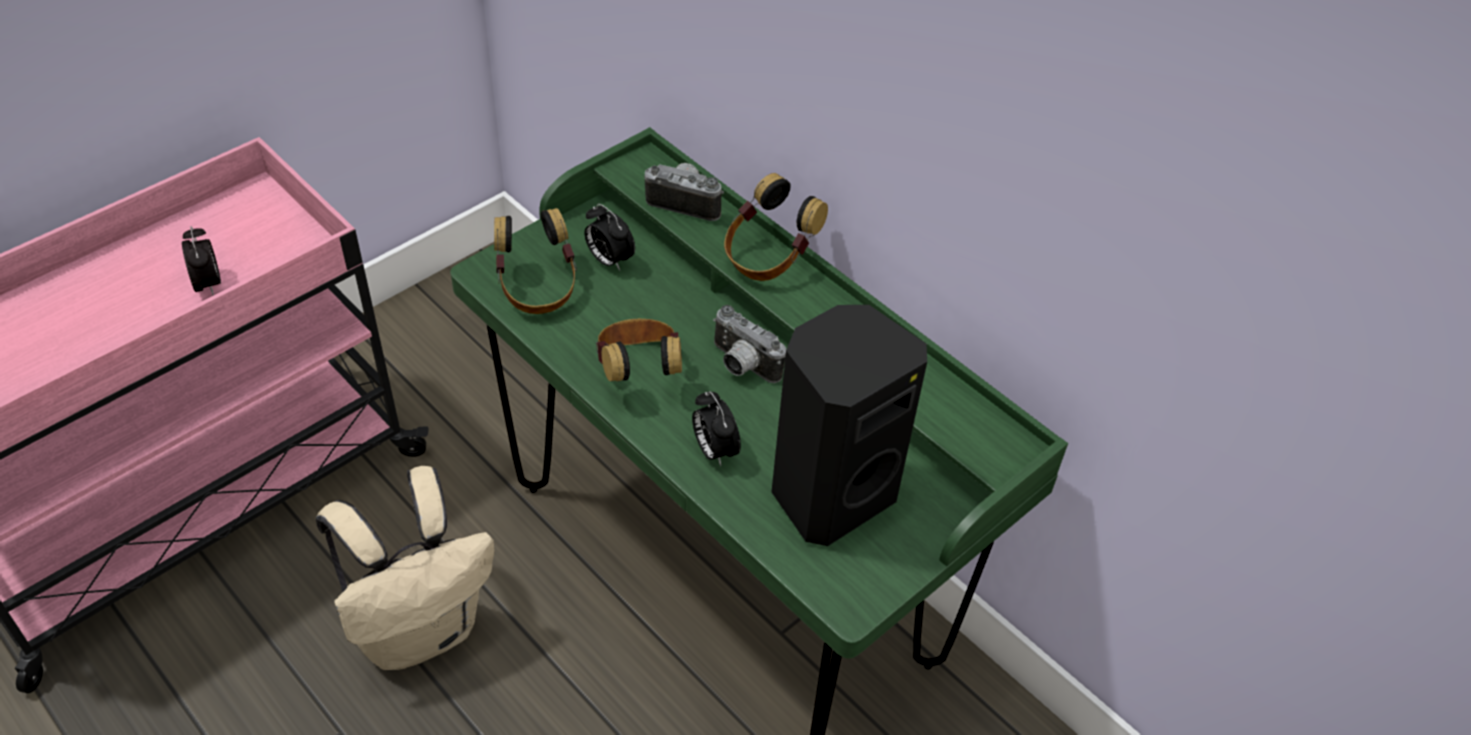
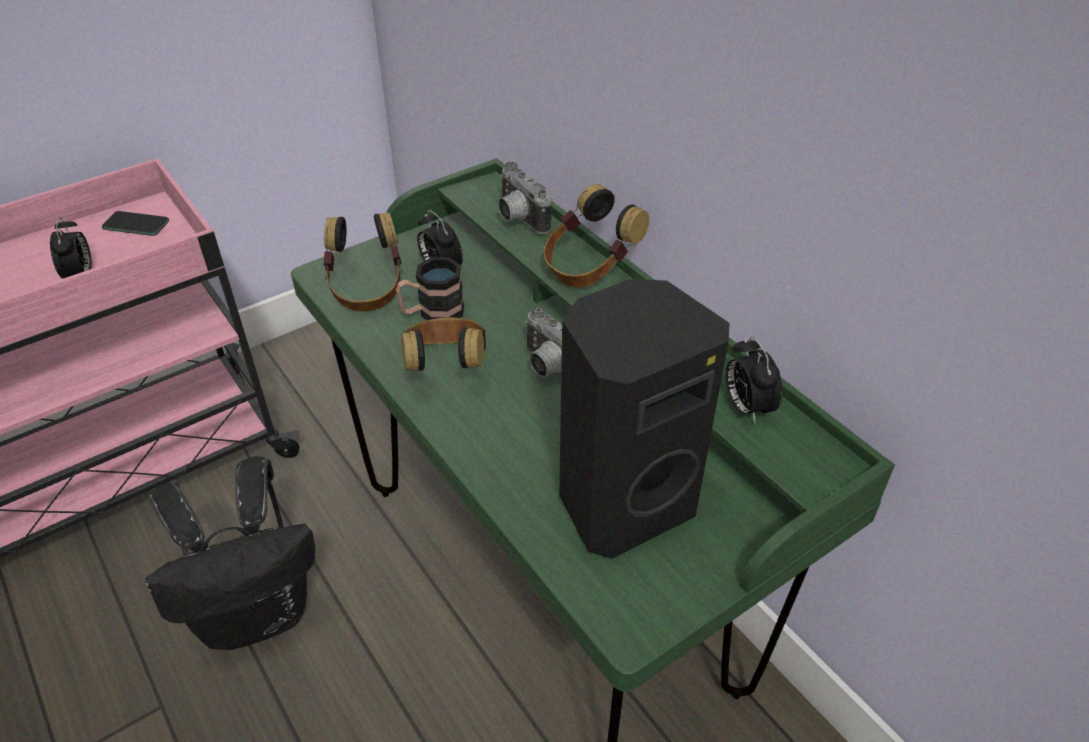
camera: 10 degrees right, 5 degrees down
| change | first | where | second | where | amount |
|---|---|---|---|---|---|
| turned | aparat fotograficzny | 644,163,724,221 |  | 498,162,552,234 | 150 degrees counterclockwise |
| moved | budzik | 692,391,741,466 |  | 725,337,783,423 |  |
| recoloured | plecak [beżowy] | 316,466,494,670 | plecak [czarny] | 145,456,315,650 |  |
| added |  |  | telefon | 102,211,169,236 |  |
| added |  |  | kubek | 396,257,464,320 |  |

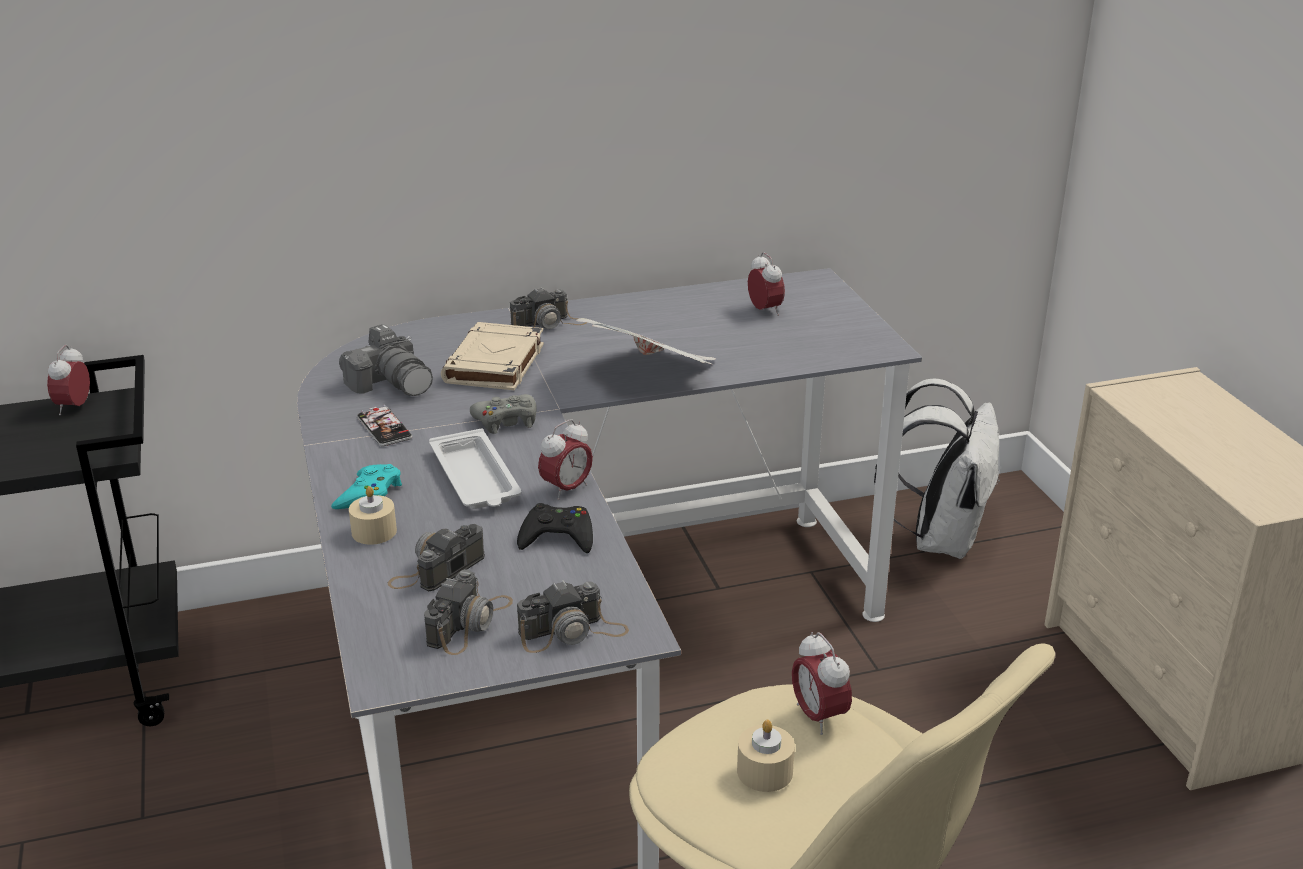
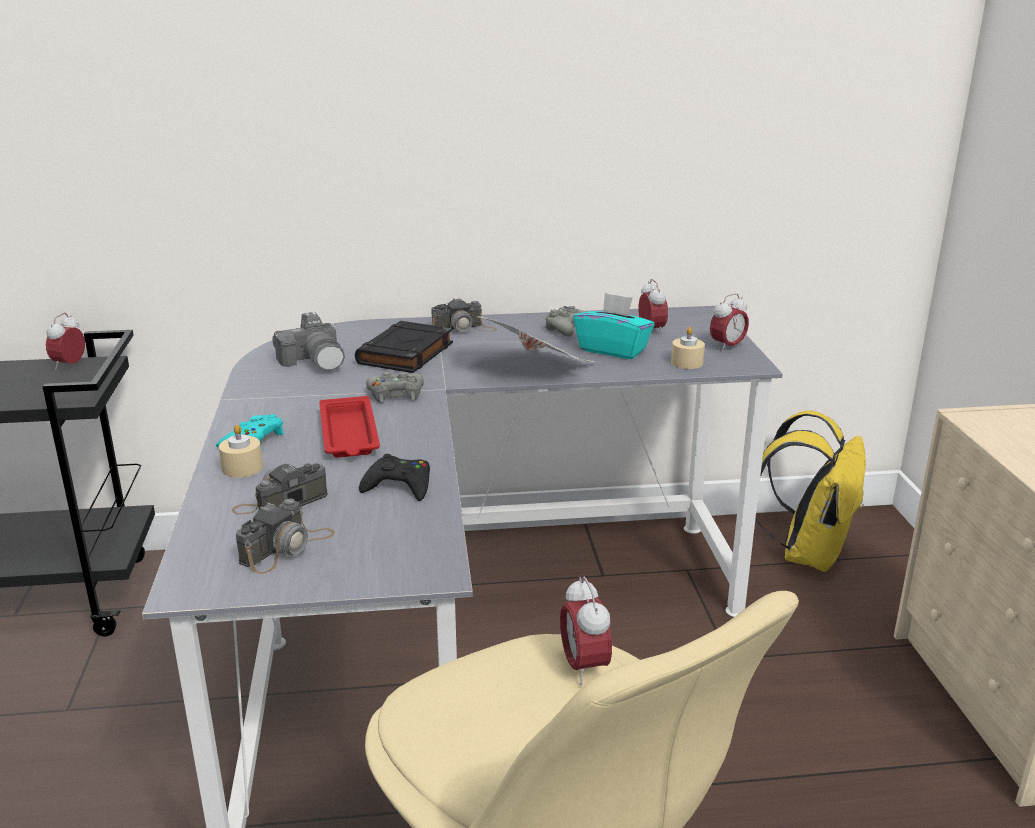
camera: 10 degrees right, 5 degrees down
| change | first | where | second | where | amount |
|---|---|---|---|---|---|
| recoloured | książka [beżowy] | 441,322,544,390 | książka [czarny] | 355,321,453,373 |  |
| recoloured | plecak [biały] | 874,379,1000,559 | plecak [żółty] | 755,411,866,572 |  |
| removed | telefon | 357,405,412,446 |  |  |  |
| moved | budzik | 538,419,593,500 |  | 710,293,749,352 |  |
| recoloured | taca [biały] | 429,428,522,509 | taca [czerwony] | 319,396,380,458 |  |
| removed | aparat fotograficzny | 517,580,629,653 |  |  |  |
| moved | świeca [beżowy] | 737,720,795,792 |  | 671,327,705,369 |  |
| added |  |  | pudełko chusteczek [turkusowy] | 573,293,655,359 |  |
| added |  |  | pad do gier [szary] | 545,306,586,337 |  |

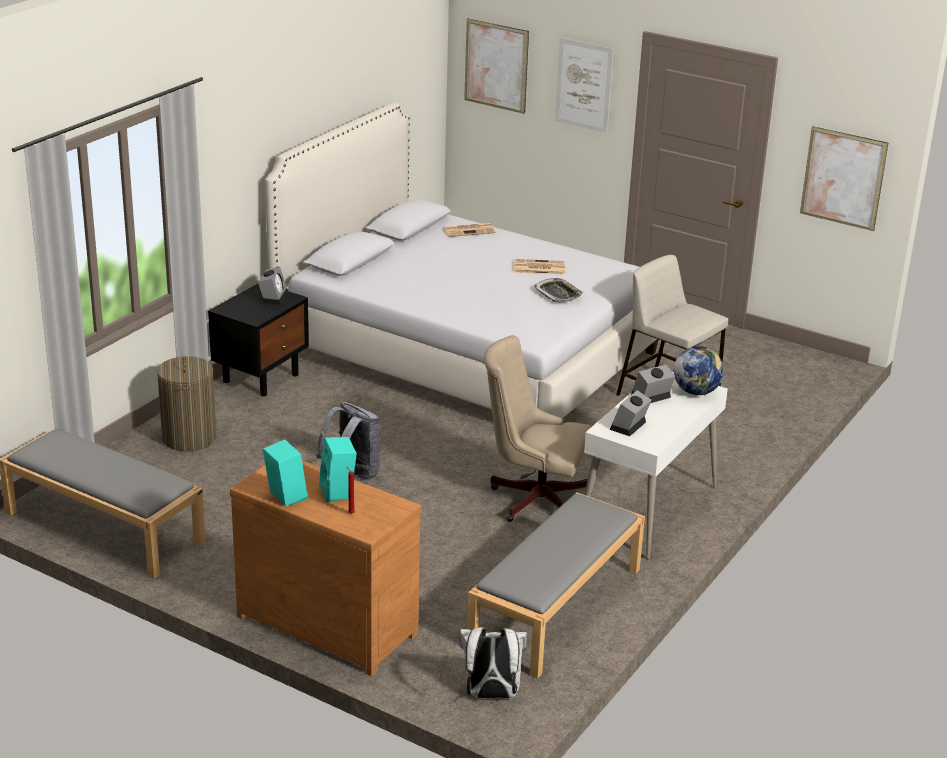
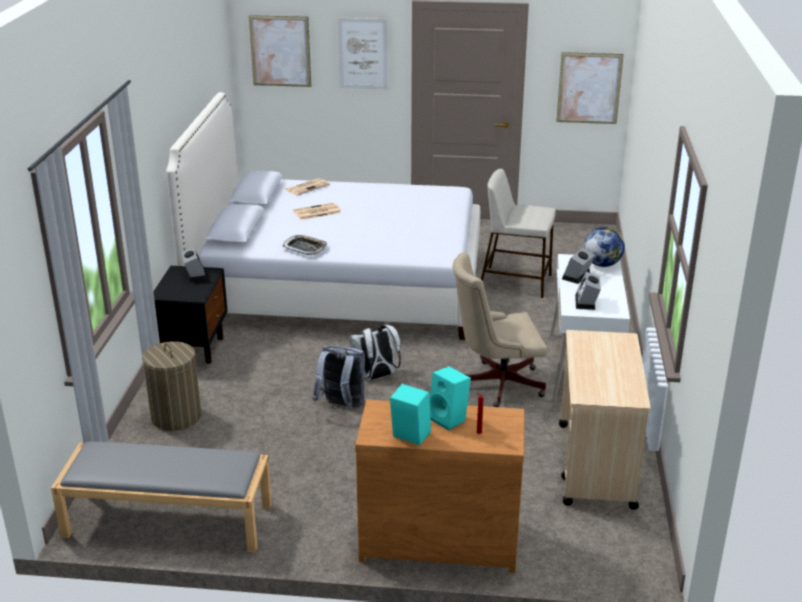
camera: 25 degrees left, 0 degrees up
| change | first | where | second | where | amount |
|---|---|---|---|---|---|
| moved | gazeta | 514,259,565,275 |  | 293,203,342,220 |  |
| moved | taca | 534,278,583,303 |  | 283,235,327,255 |  |
| replaced | ławka [szary] | 467,492,645,679 | wózek [beżowy] | 559,330,651,510 |  |
| moved | plecak [biały] | 459,625,527,698 |  | 350,325,401,380 |  |

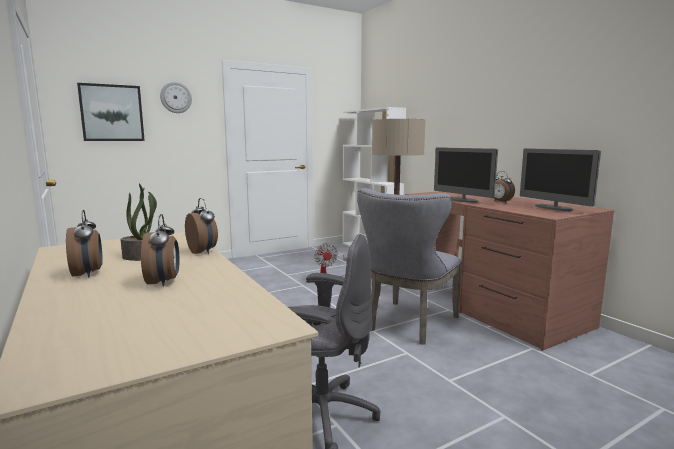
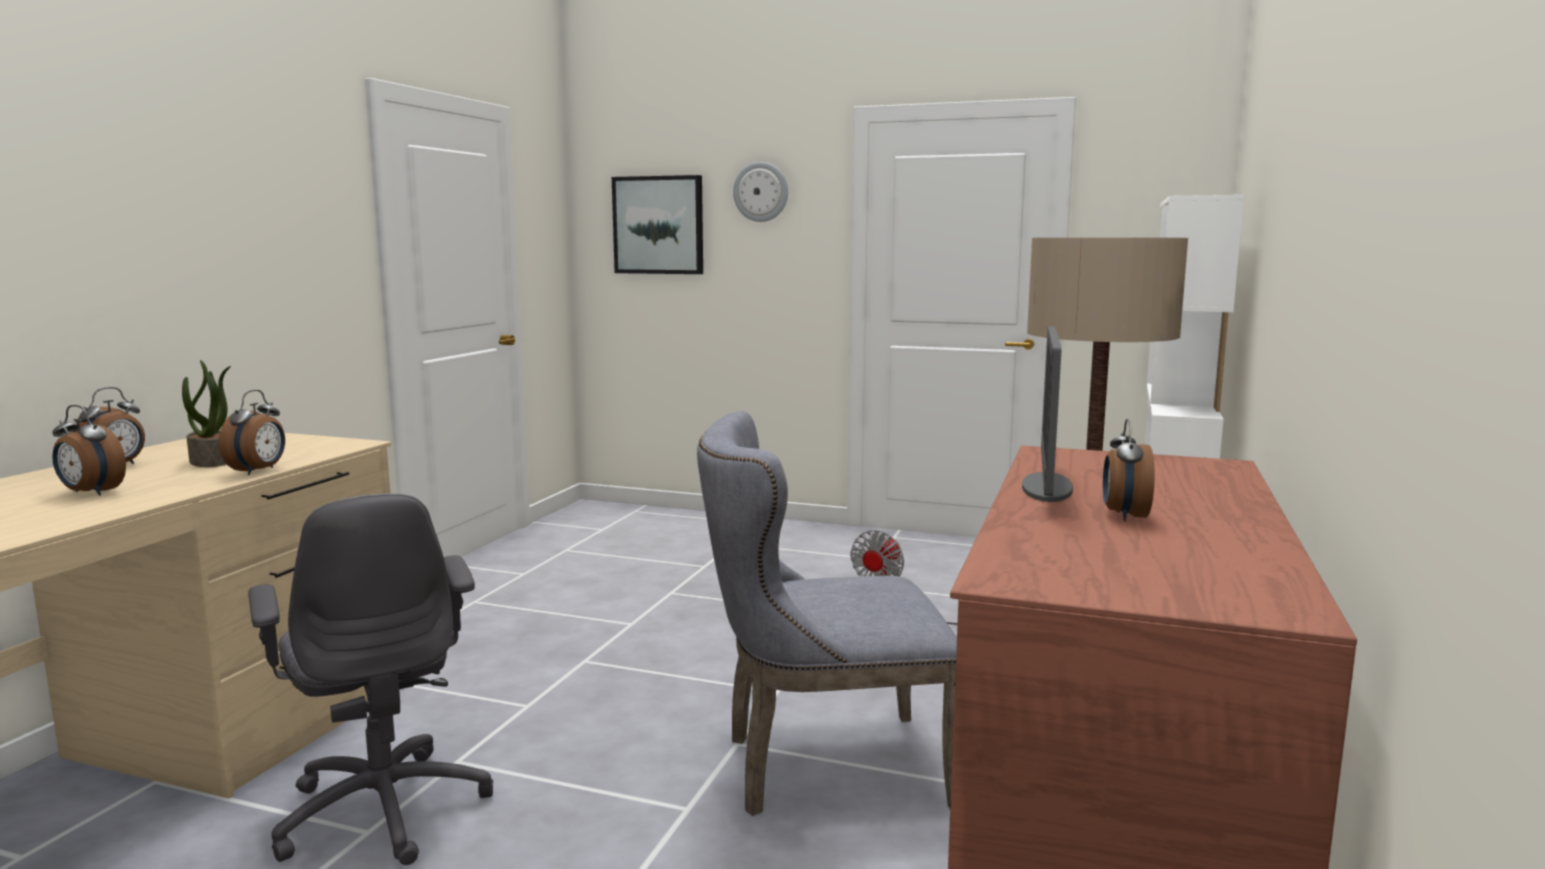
camera: 50 degrees right, 0 degrees up
| change | first | where | second | where | amount |
|---|---|---|---|---|---|
| removed | monitor | 520,148,601,211 |  |  |  |
| turned | budzik | 141,214,179,287 |  | 52,405,126,496 | 75 degrees clockwise |

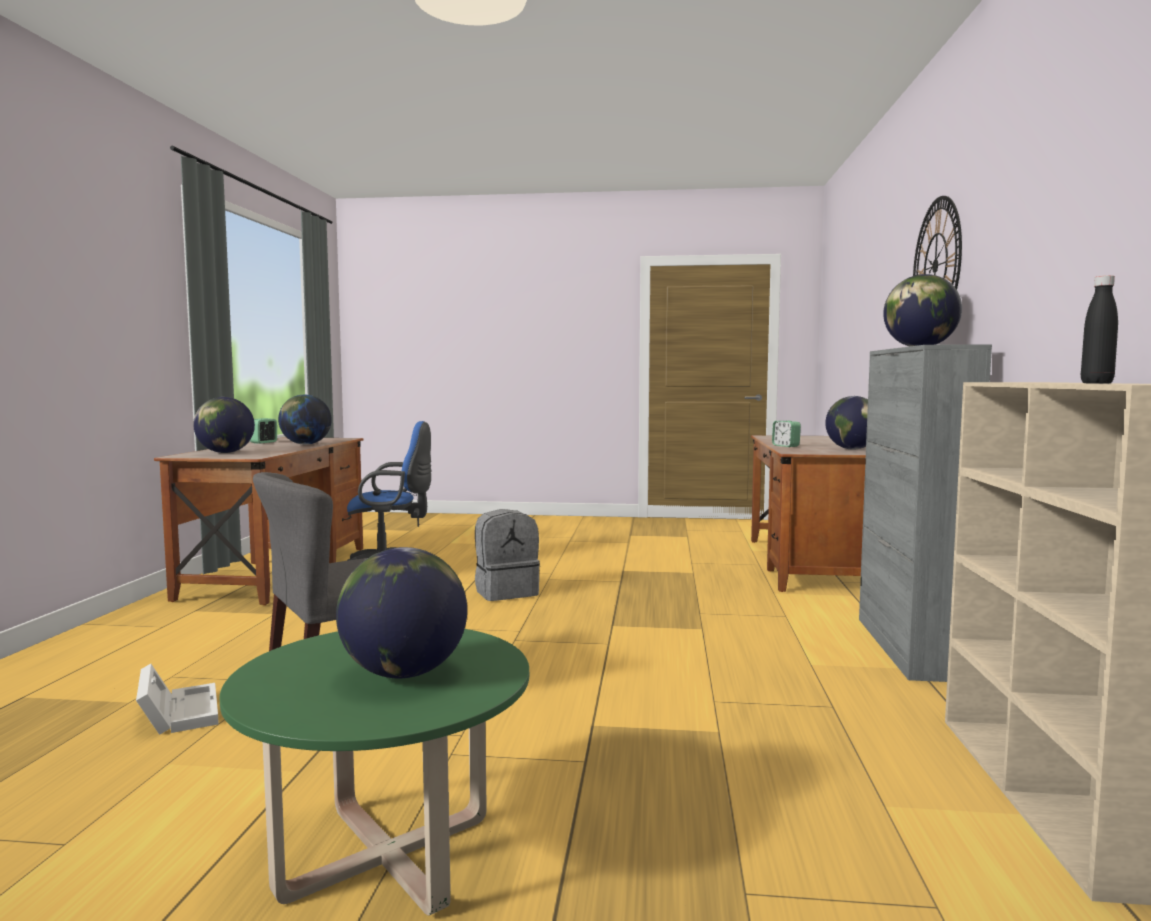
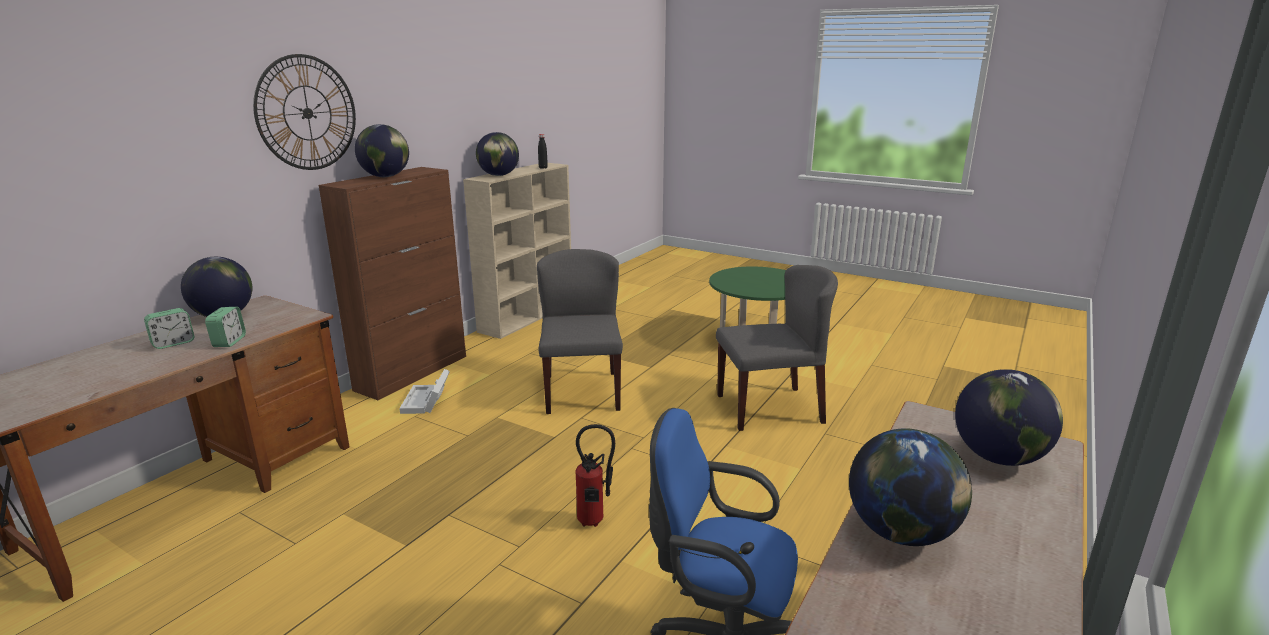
camera: 155 degrees left, 15 degrees up
| change | first | where | second | where | amount |
|---|---|---|---|---|---|
| recoloured | szafka [szary] | 859,344,992,682 | szafka [brązowy] | 319,167,466,400 |  |
| moved | budzik | 250,418,277,444 |  | 144,308,194,349 |  |
| replaced | plecak [szary] | 475,509,540,601 | gaśnica | 575,424,615,527 |  |
| moved | globus | 336,547,467,678 |  | 476,132,519,176 |  |
| moved | pojemnik do przechowywania [biały] | 136,664,219,735 |  | 399,369,450,414 |  |
| added |  |  | krzesło [szary] | 537,249,623,414 |  |

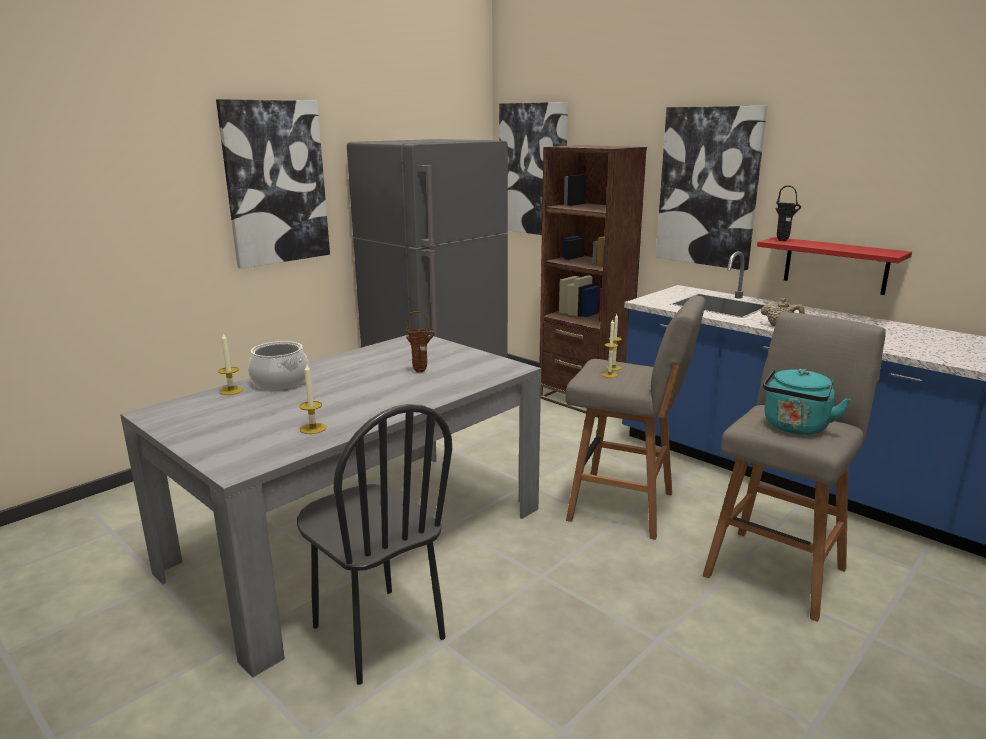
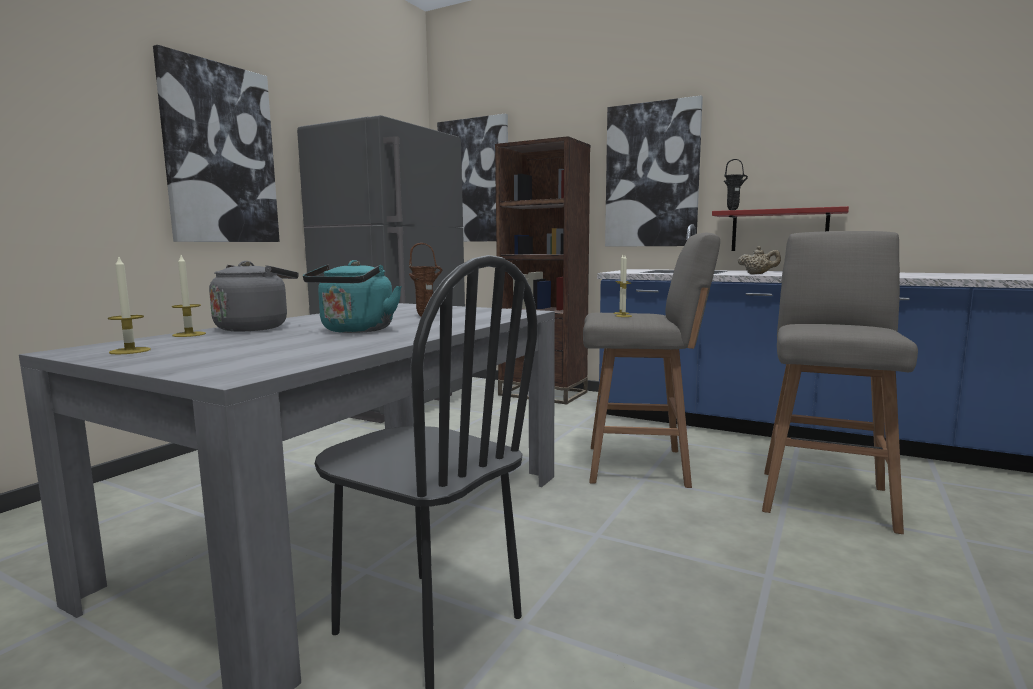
camera: 15 degrees left, 10 degrees down
| change | first | where | second | where | amount |
|---|---|---|---|---|---|
| replaced | garnek | 248,341,309,390 | czajnik [szary] | 209,261,299,331 |  |
| moved | świeca | 300,363,326,434 |  | 108,255,151,354 |  |
| moved | czajnik [turkusowy] | 763,368,851,435 |  | 303,260,402,333 |  |

